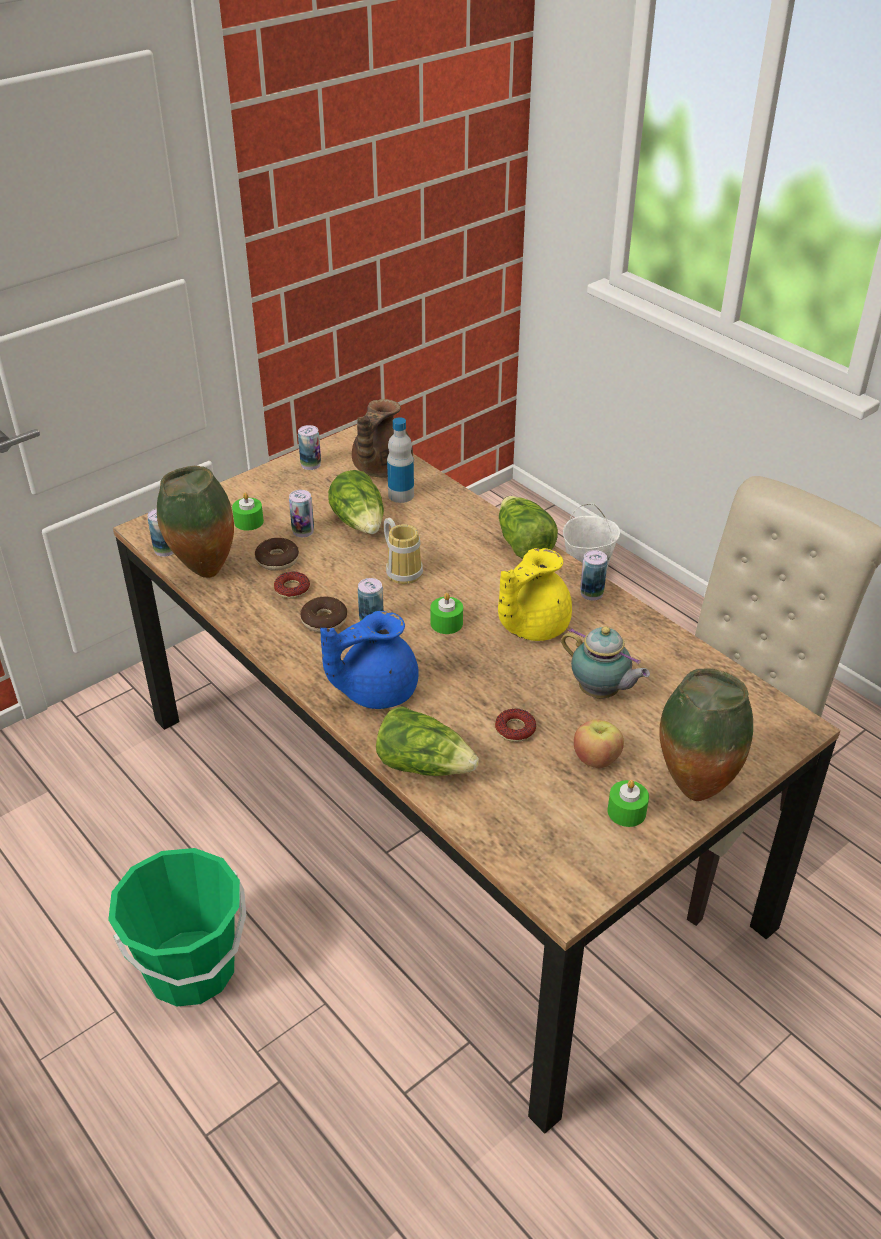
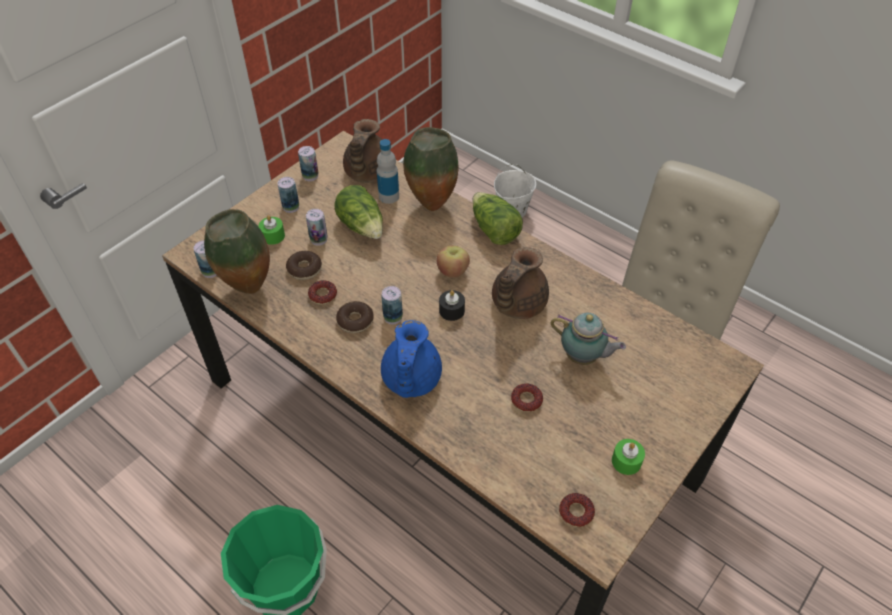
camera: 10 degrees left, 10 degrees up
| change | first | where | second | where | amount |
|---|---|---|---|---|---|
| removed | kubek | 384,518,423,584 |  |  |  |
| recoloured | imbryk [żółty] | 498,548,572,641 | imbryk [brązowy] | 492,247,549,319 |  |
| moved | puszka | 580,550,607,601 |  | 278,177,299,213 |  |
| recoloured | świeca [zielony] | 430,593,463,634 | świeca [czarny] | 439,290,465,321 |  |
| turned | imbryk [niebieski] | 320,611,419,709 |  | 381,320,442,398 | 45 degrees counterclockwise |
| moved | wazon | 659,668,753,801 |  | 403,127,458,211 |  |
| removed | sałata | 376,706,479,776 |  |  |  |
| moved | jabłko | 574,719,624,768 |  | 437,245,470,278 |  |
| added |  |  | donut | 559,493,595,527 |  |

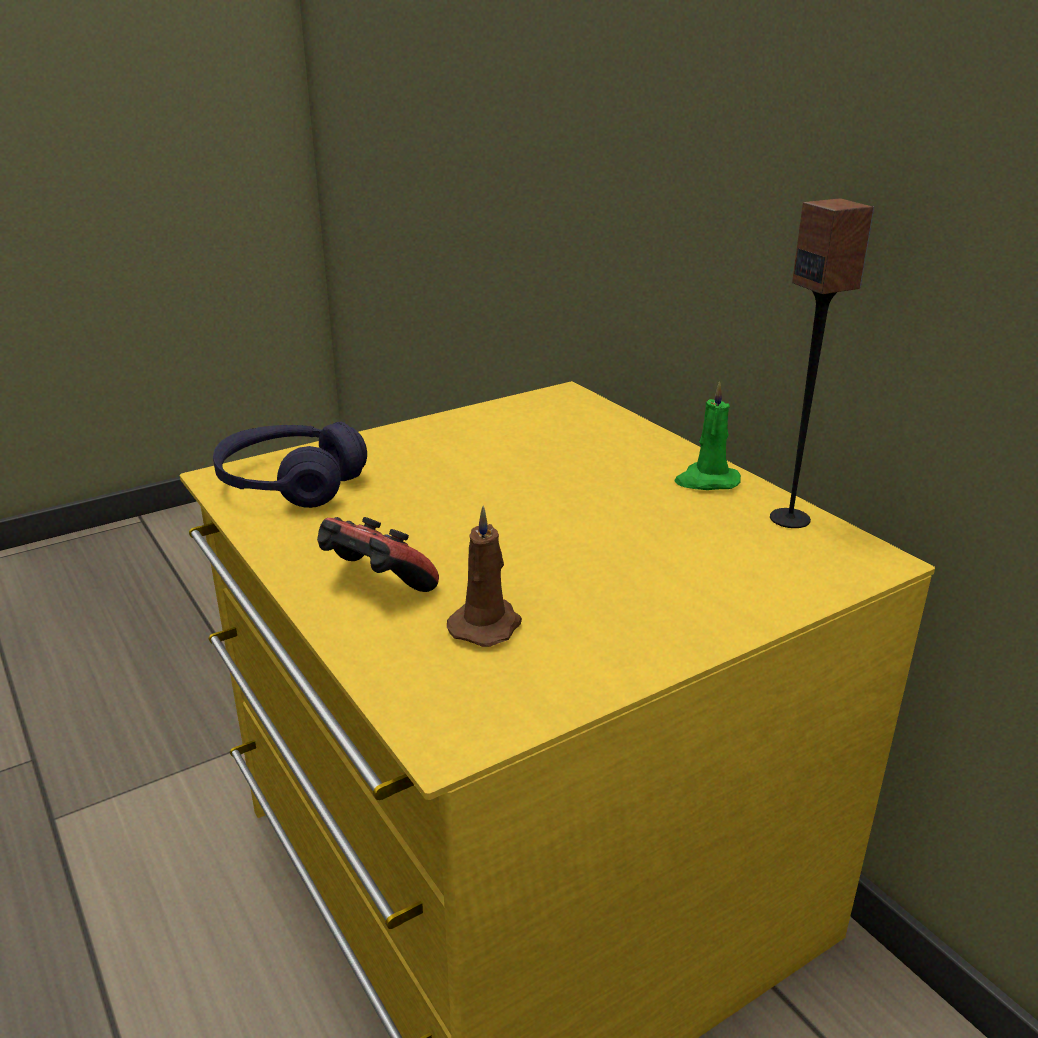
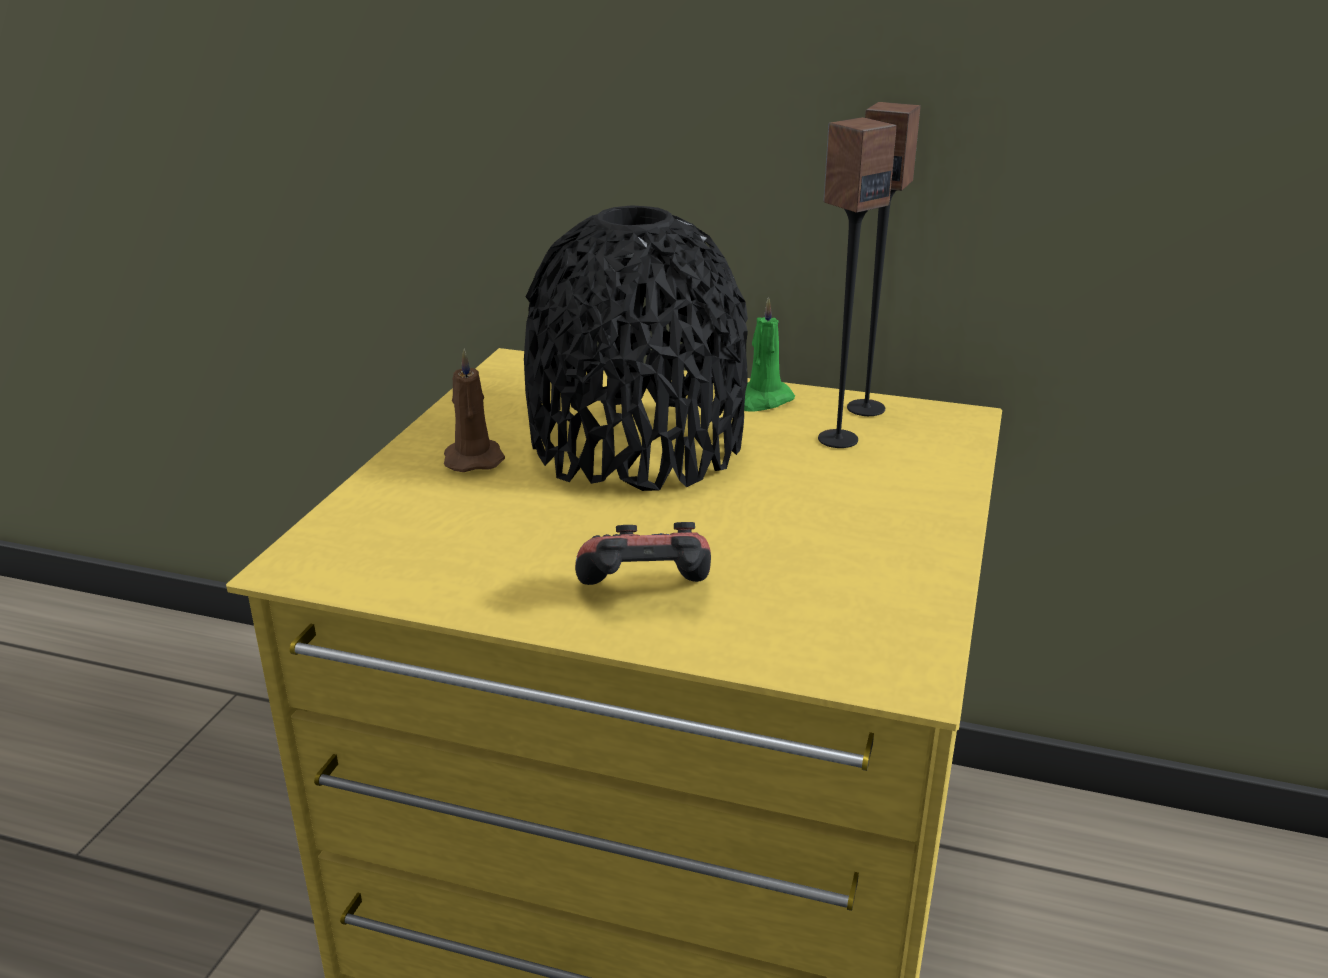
camera: 40 degrees left, 0 degrees up
| change | first | where | second | where | amount |
|---|---|---|---|---|---|
| removed | słuchawki [fioletowy] | 213,422,367,508 |  |  |  |
| moved | świeca [brązowy] | 447,506,522,647 |  | 444,349,505,472 |  |
| added |  |  | głośnik | 818,117,897,448 |  |
| added |  |  | wazon [czarny] | 524,205,748,491 |  |

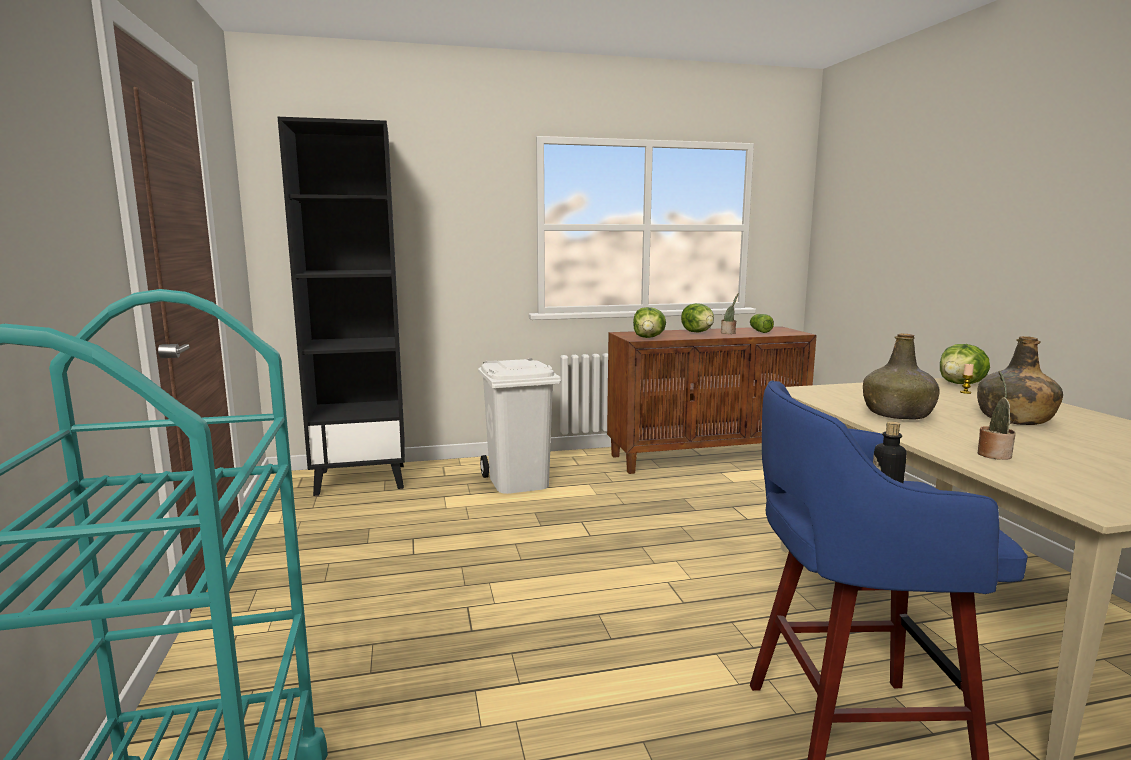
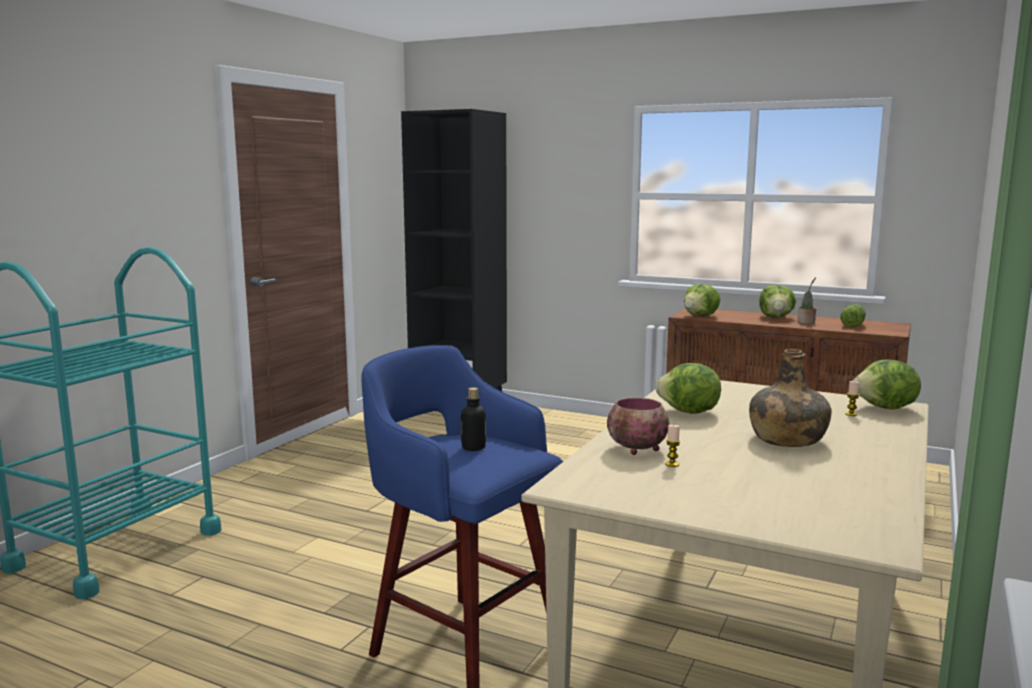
camera: 40 degrees right, 0 degrees up
| change | first | where | second | where | amount |
|---|---|---|---|---|---|
| replaced | butelka [zielony] | 863,333,940,419 | sałata | 655,363,721,414 |  |
| removed | kosz na śmieci [biały] | 478,358,561,494 |  |  |  |
| replaced | roślina doniczkowa | 978,371,1016,460 | miska | 607,397,669,455 |  |
| added |  |  | świeca | 665,425,681,467 |  |

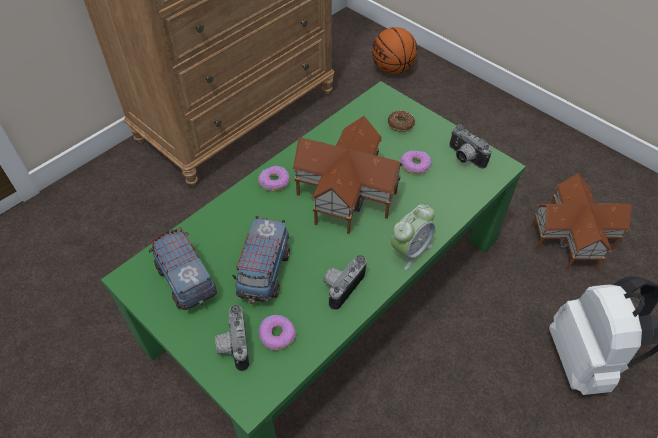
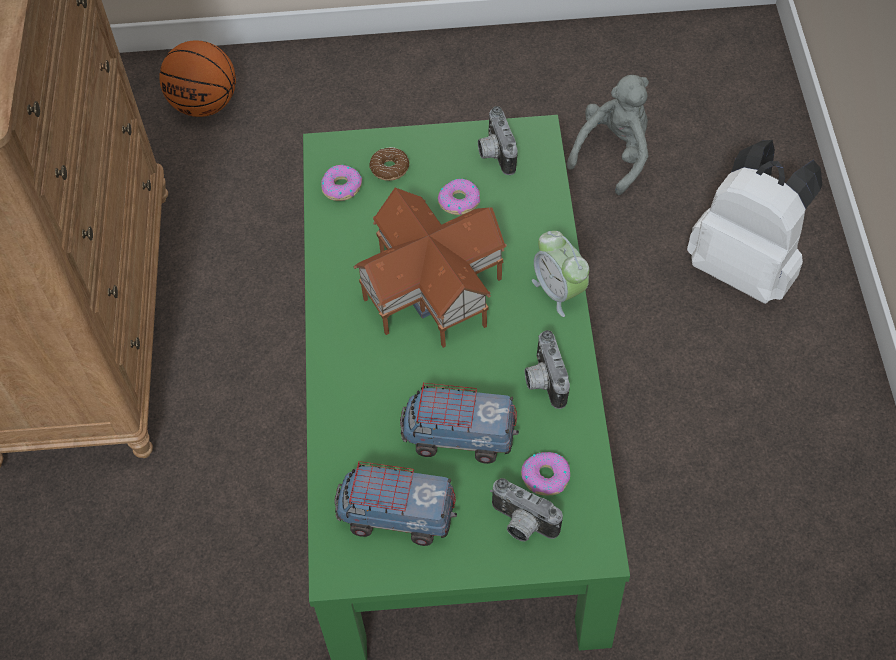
camera: 45 degrees left, 5 degrees up
| change | first | where | second | where | amount |
|---|---|---|---|---|---|
| turned | aparat fotograficzny | 449,124,492,169 |  | 478,106,518,175 | 75 degrees clockwise |
| moved | donut | 258,166,290,191 |  | 321,165,362,201 |  |
| replaced | domek | 531,173,632,270 | pluszak [szary] | 567,75,649,195 |  |
| turned | budzik | 391,204,435,270 |  | 532,231,589,317 | 150 degrees clockwise |
| turned | ciężarówka zabawkowa | 232,216,290,304 |  | 400,383,519,464 | 135 degrees clockwise |

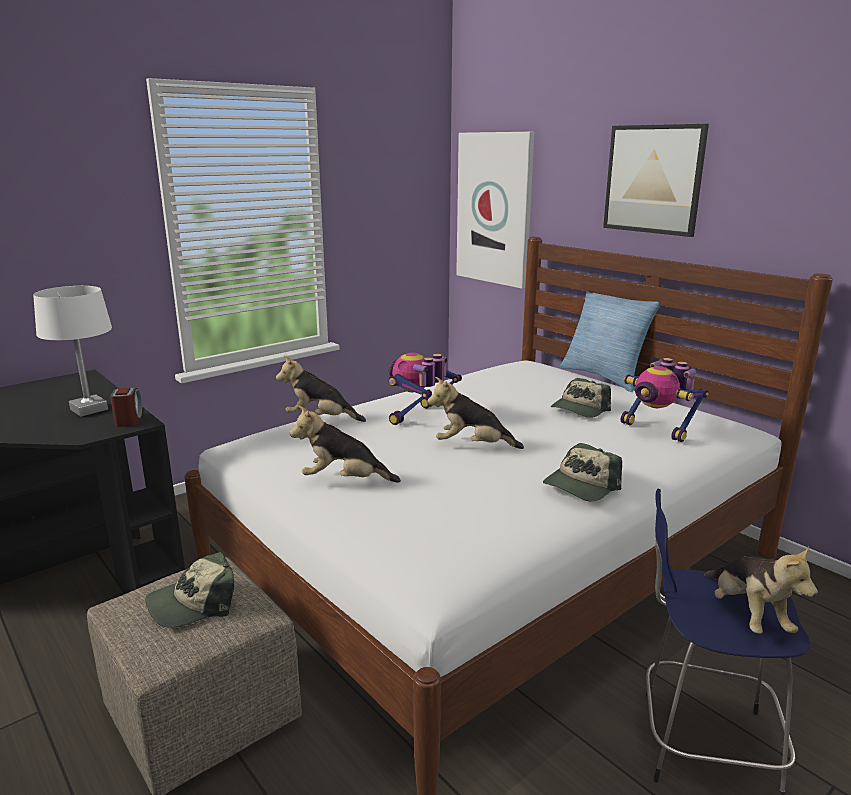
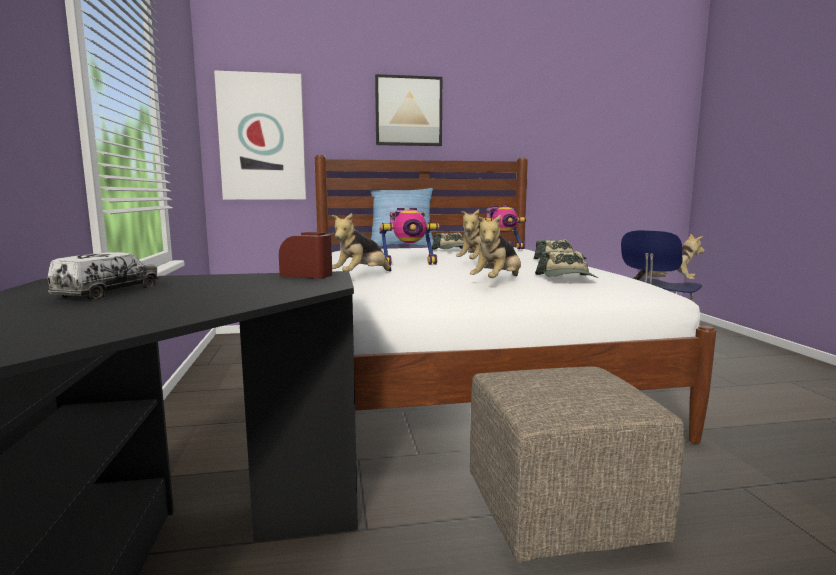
camera: 60 degrees left, 10 degrees down
| change | first | where | second | where | amount |
|---|---|---|---|---|---|
| removed | lampa stołowa [biały] | 33,286,112,417 |  |  |  |
| turned | robot zabawkowy | 388,353,462,425 |  | 379,208,439,266 | 75 degrees counterclockwise |
| moved | czapka z daszkiem | 145,552,234,628 |  | 535,251,598,278 |  |
| added |  |  | ciężarówka zabawkowa | 48,252,159,300 |  |

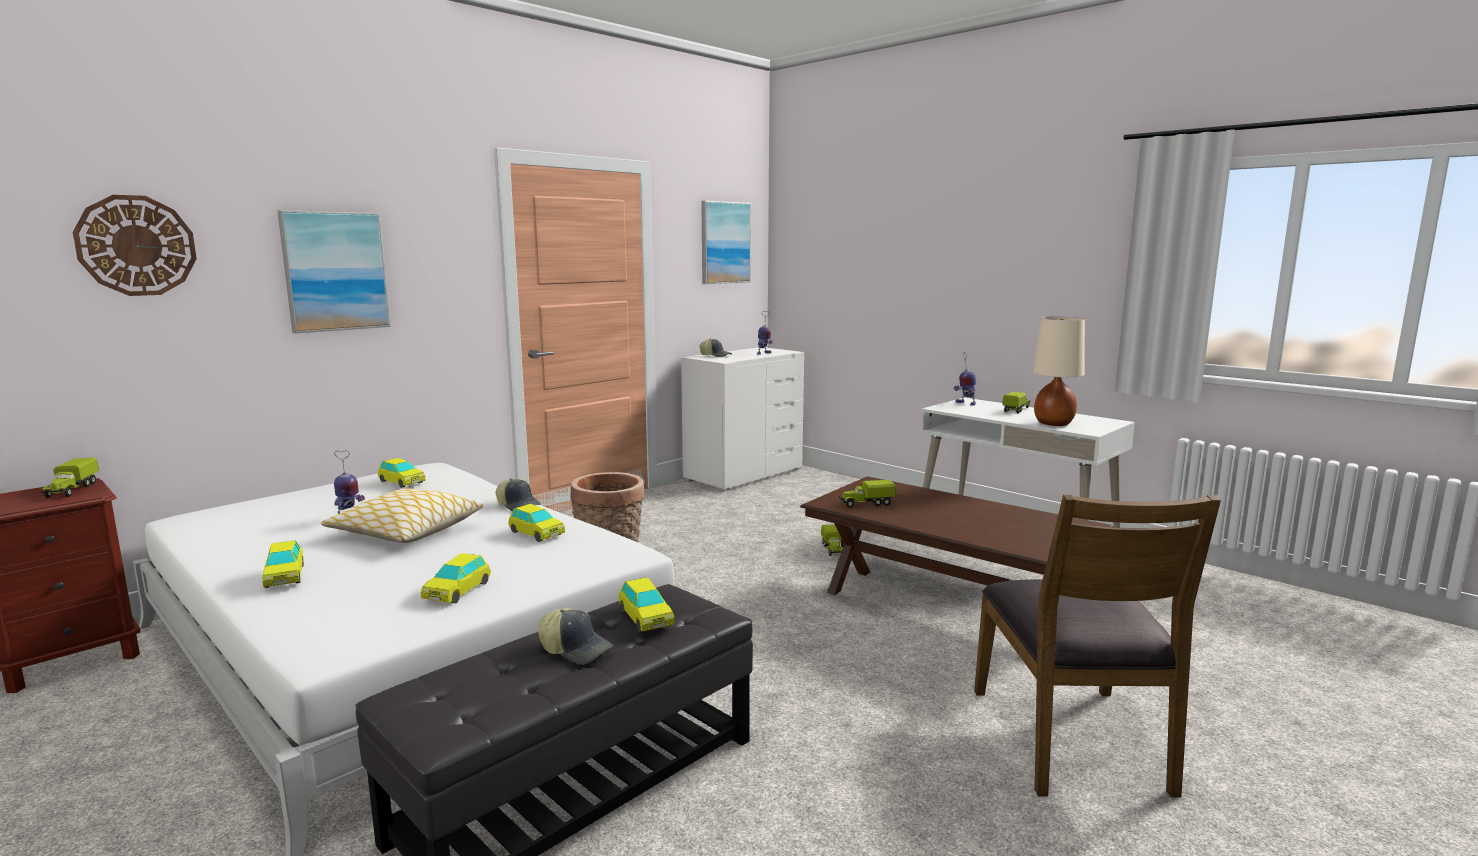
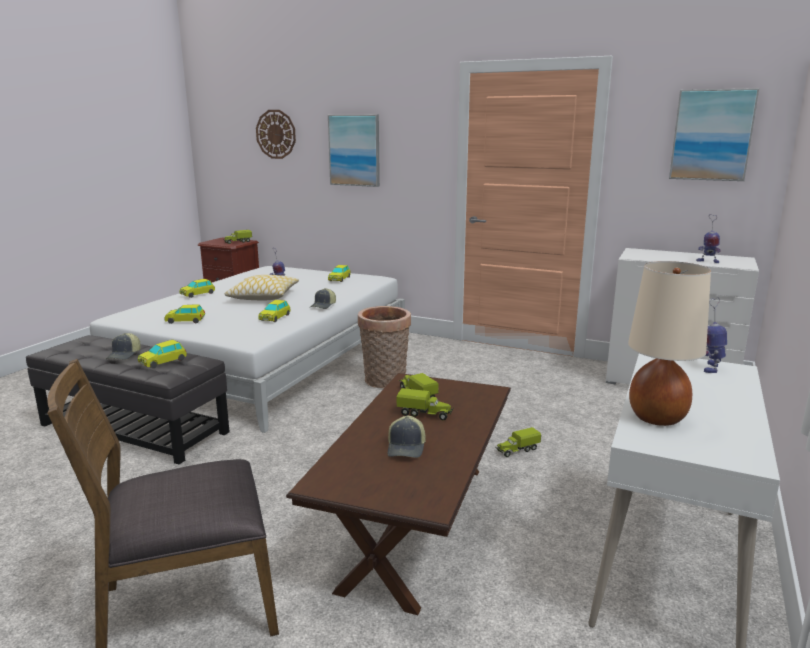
camera: 70 degrees right, 5 degrees up
| change | first | where | second | where | amount |
|---|---|---|---|---|---|
| moved | czapka z daszkiem | 699,338,732,357 |  | 388,416,426,458 |  |
| moved | ciężarówka zabawkowa | 1002,391,1030,413 |  | 397,388,454,420 |  |

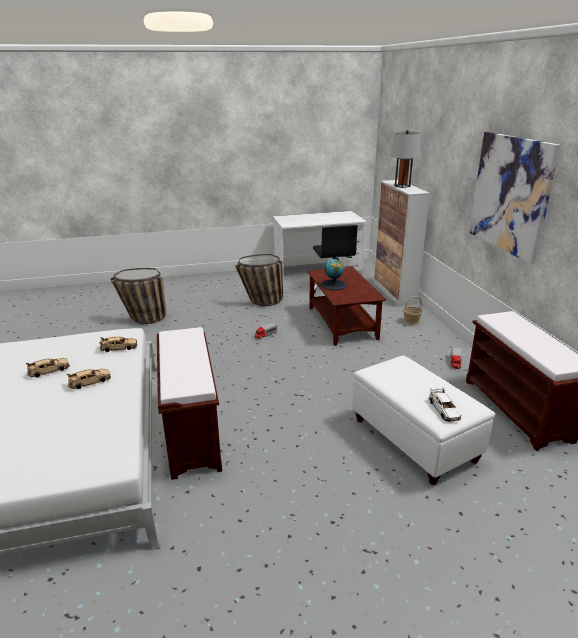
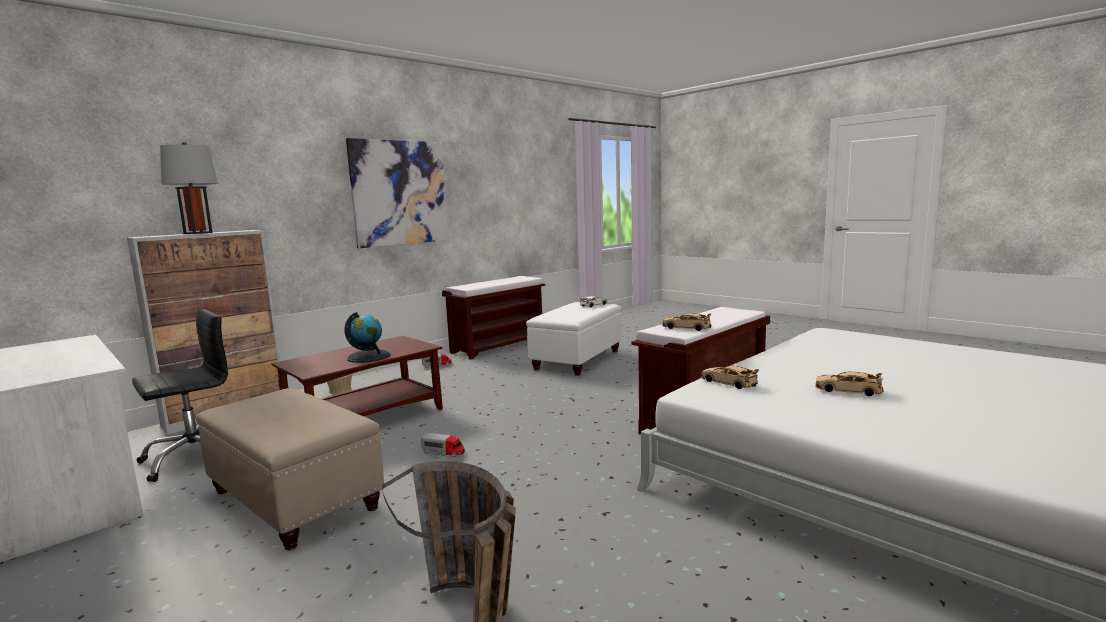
camera: 120 degrees left, 15 degrees down
| change | first | where | second | where | amount |
|---|---|---|---|---|---|
| replaced | koszyk | 235,254,283,306 | pufa [beżowy] | 195,388,384,550 |  |
| moved | samochodzik [beżowy] | 67,368,111,389 |  | 662,313,712,331 |  |

